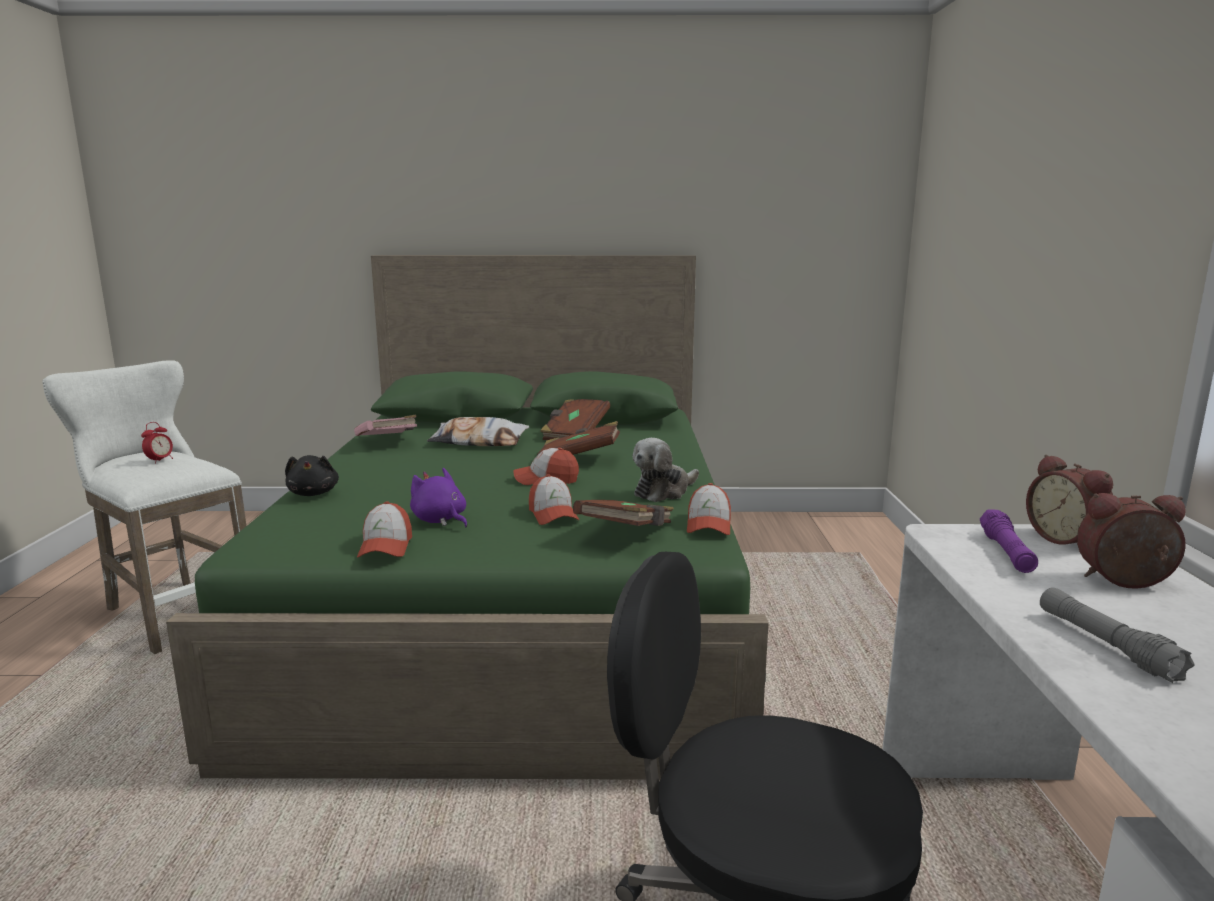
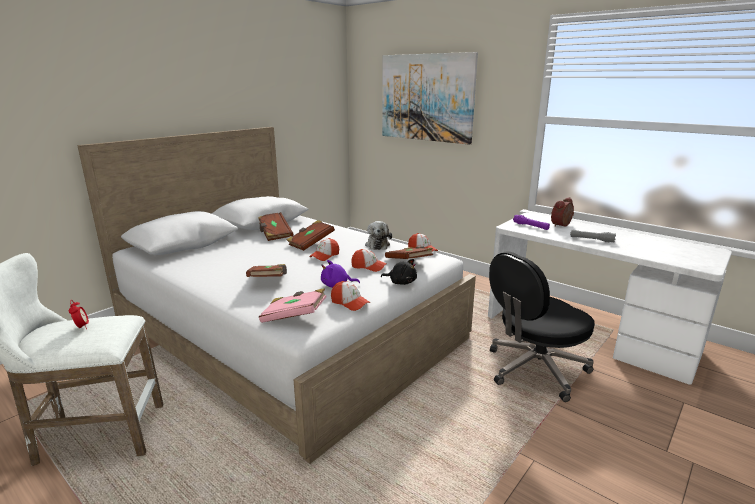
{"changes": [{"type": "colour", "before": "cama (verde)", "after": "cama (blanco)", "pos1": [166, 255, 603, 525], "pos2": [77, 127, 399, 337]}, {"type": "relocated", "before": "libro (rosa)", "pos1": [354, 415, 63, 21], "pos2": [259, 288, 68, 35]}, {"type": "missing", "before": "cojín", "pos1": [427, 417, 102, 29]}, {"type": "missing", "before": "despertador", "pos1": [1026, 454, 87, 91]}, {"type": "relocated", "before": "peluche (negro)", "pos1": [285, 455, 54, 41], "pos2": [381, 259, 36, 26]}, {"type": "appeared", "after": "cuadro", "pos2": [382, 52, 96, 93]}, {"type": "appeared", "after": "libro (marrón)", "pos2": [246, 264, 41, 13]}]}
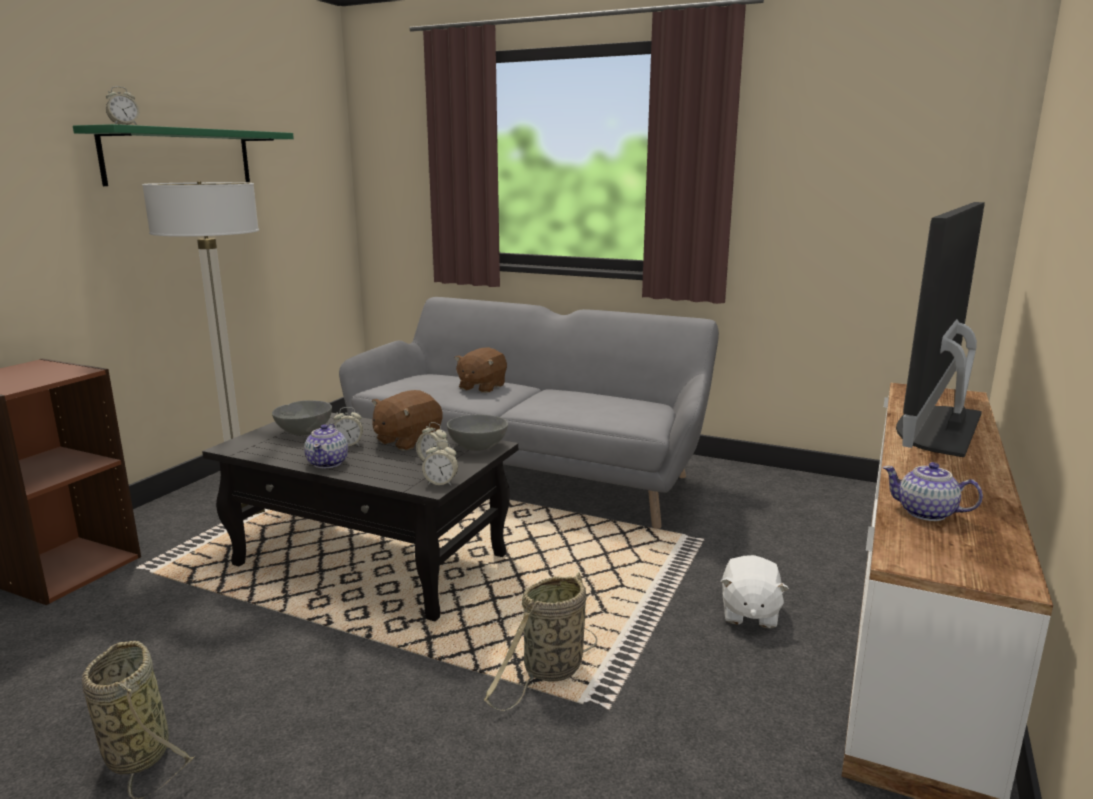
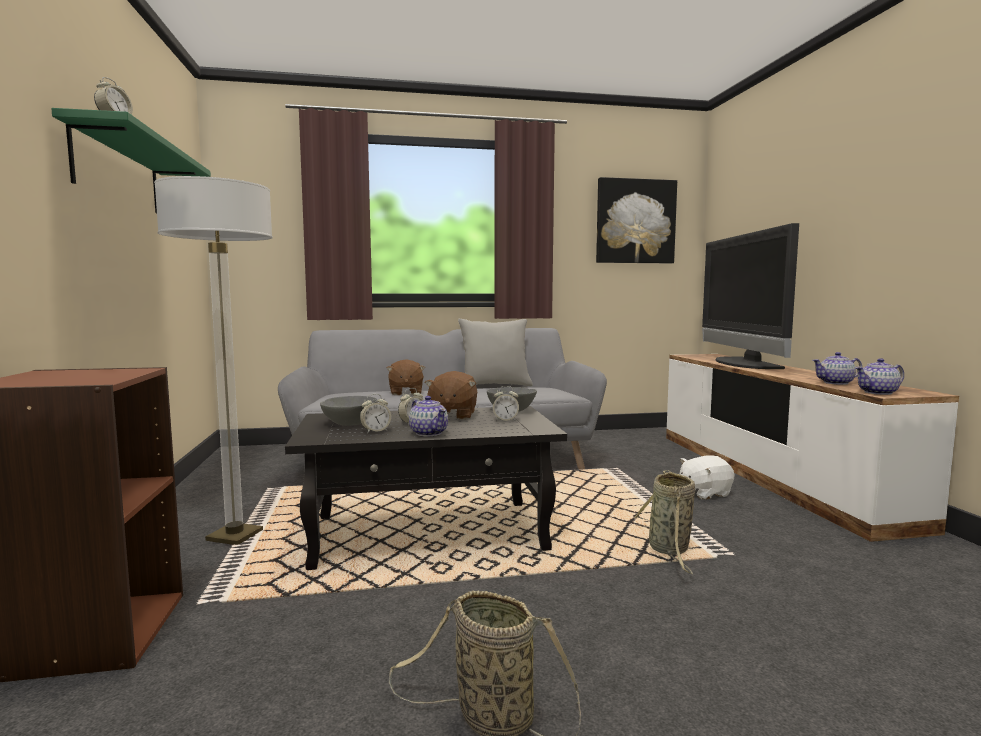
{"changes": [{"type": "relocated", "before": "despertador", "pos1": [422, 440, 36, 45], "pos2": [360, 394, 31, 40]}, {"type": "spun", "before": "peluche (blanco)", "pos1": [721, 555, 68, 73], "pos2": [680, 455, 54, 45], "turn": 90}, {"type": "appeared", "after": "cuadro", "pos2": [596, 177, 81, 87]}, {"type": "appeared", "after": "cojín (gris)", "pos2": [458, 319, 75, 67]}, {"type": "appeared", "after": "tetera", "pos2": [855, 358, 49, 37]}]}
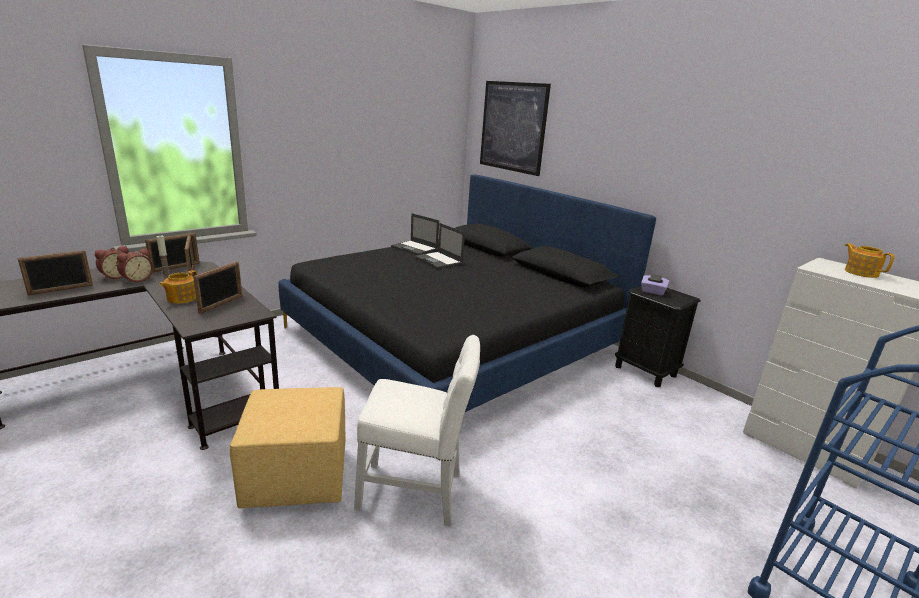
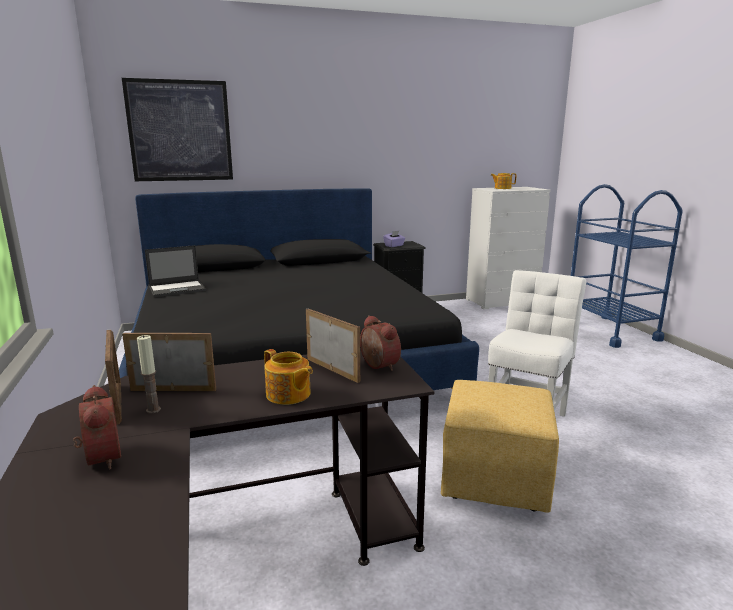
{"changes": [{"type": "missing", "before": "portátil", "pos1": [414, 223, 51, 46]}, {"type": "relocated", "before": "despertador", "pos1": [117, 248, 36, 35], "pos2": [360, 315, 41, 56]}, {"type": "missing", "before": "portarretratos", "pos1": [17, 250, 76, 45]}]}
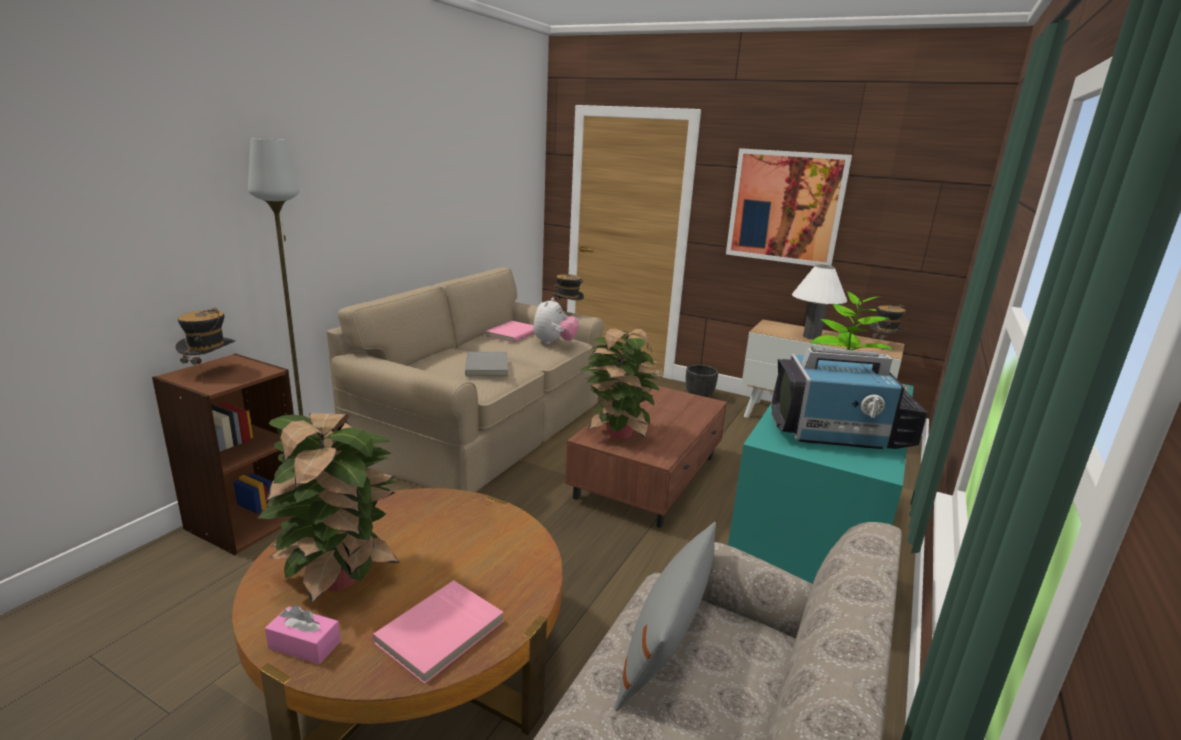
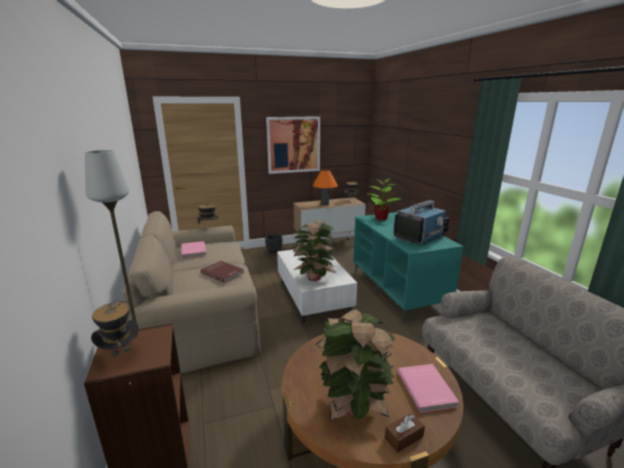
{"changes": [{"type": "colour", "before": "lámpara de mesa (blanco)", "after": "lámpara de mesa (naranja)", "pos1": [792, 265, 55, 75], "pos2": [313, 170, 25, 36]}, {"type": "missing", "before": "peluche", "pos1": [533, 298, 46, 47]}, {"type": "colour", "before": "libro (gris)", "after": "libro (rojo)", "pos1": [465, 352, 43, 24], "pos2": [201, 261, 43, 22]}, {"type": "colour", "before": "mesa de centro (marrón)", "after": "mesa de centro (blanco)", "pos1": [565, 386, 162, 142], "pos2": [277, 249, 80, 73]}, {"type": "missing", "before": "cojín (gris)", "pos1": [614, 522, 102, 189]}, {"type": "colour", "before": "caja de pañuelos (rosa)", "after": "caja de pañuelos (marrón)", "pos1": [265, 605, 76, 59], "pos2": [385, 413, 40, 40]}]}
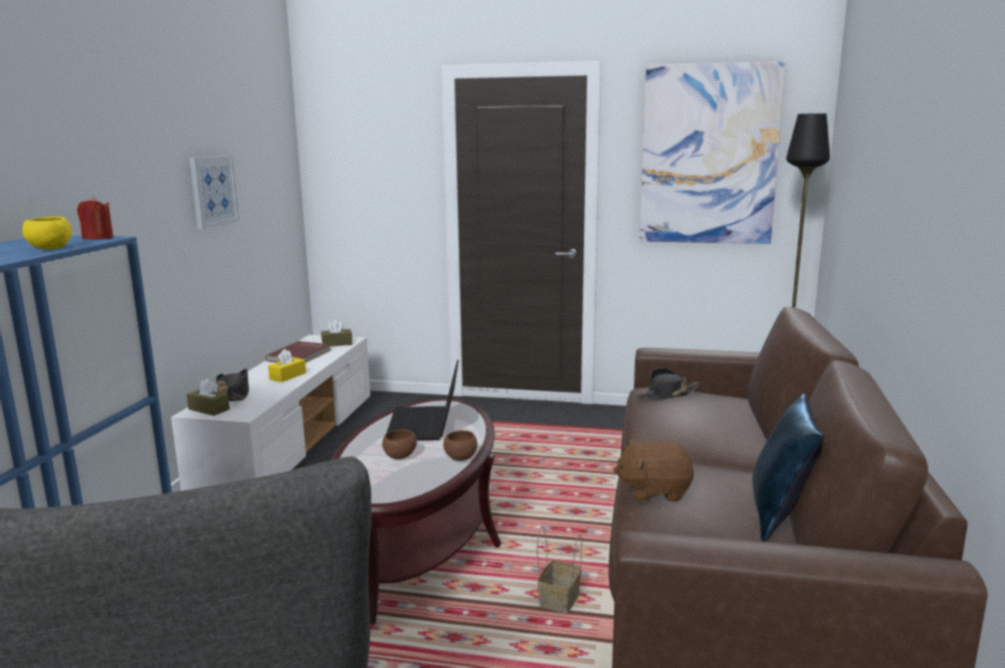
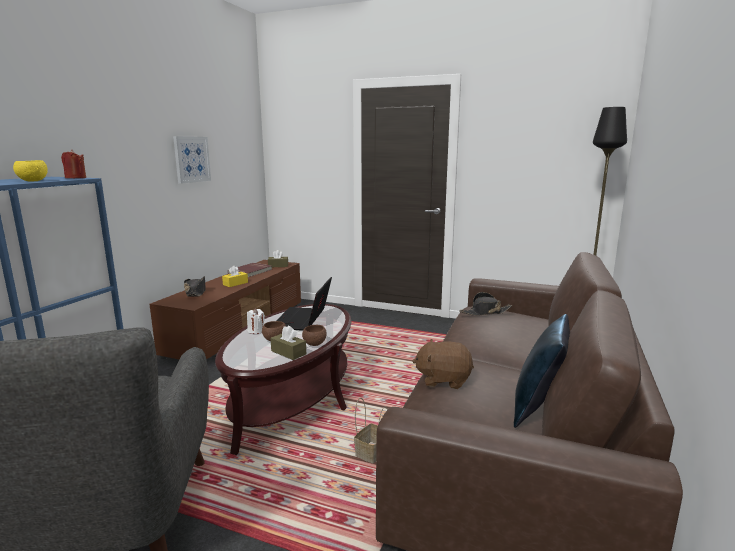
{"changes": [{"type": "missing", "before": "cuadro", "pos1": [639, 61, 147, 183]}, {"type": "colour", "before": "mueble de televisión (blanco)", "after": "mueble de televisión (marrón)", "pos1": [171, 335, 199, 156], "pos2": [149, 260, 152, 100]}, {"type": "relocated", "before": "caja de pañuelos (marrón)", "pos1": [187, 379, 43, 37], "pos2": [271, 326, 35, 34]}, {"type": "appeared", "after": "vela (blanco)", "pos2": [247, 308, 18, 26]}]}
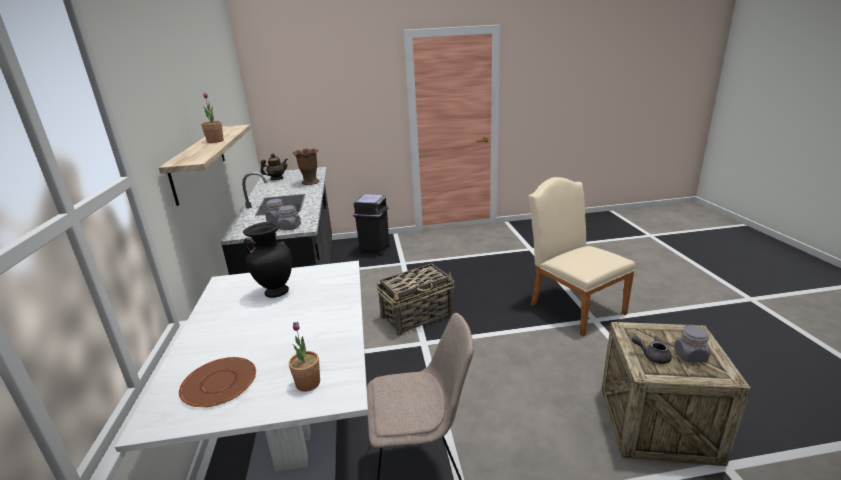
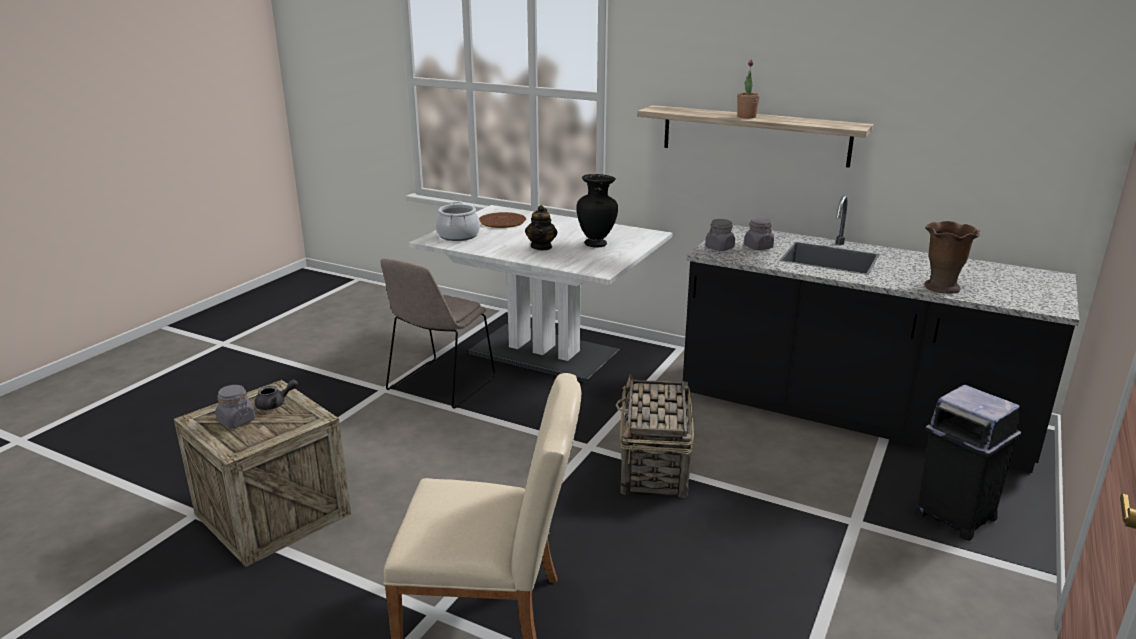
{"changes": [{"type": "relocated", "before": "tetera", "pos1": [260, 153, 28, 27], "pos2": [525, 205, 32, 45]}, {"type": "exchanged", "before": "planta en maceta", "after": "olla", "pos1": [289, 322, 31, 70], "pos2": [435, 202, 45, 39]}]}
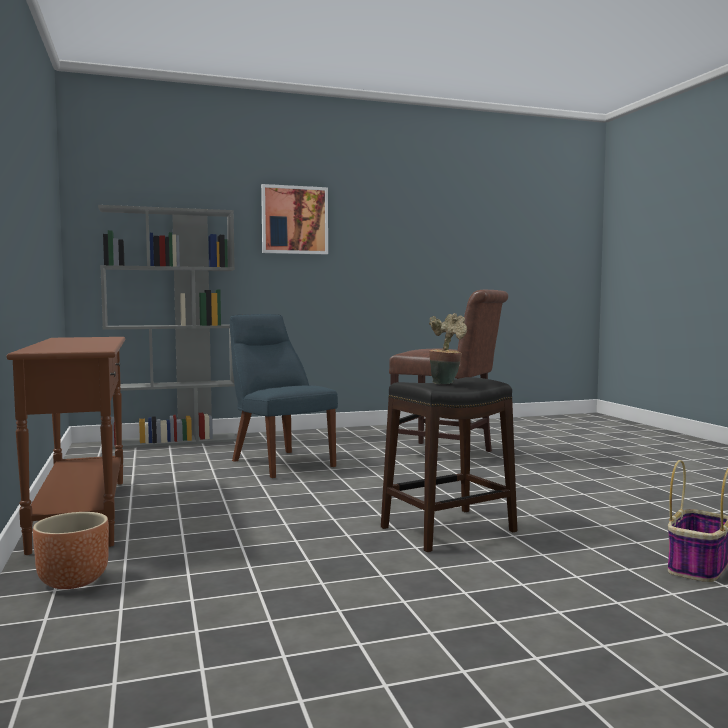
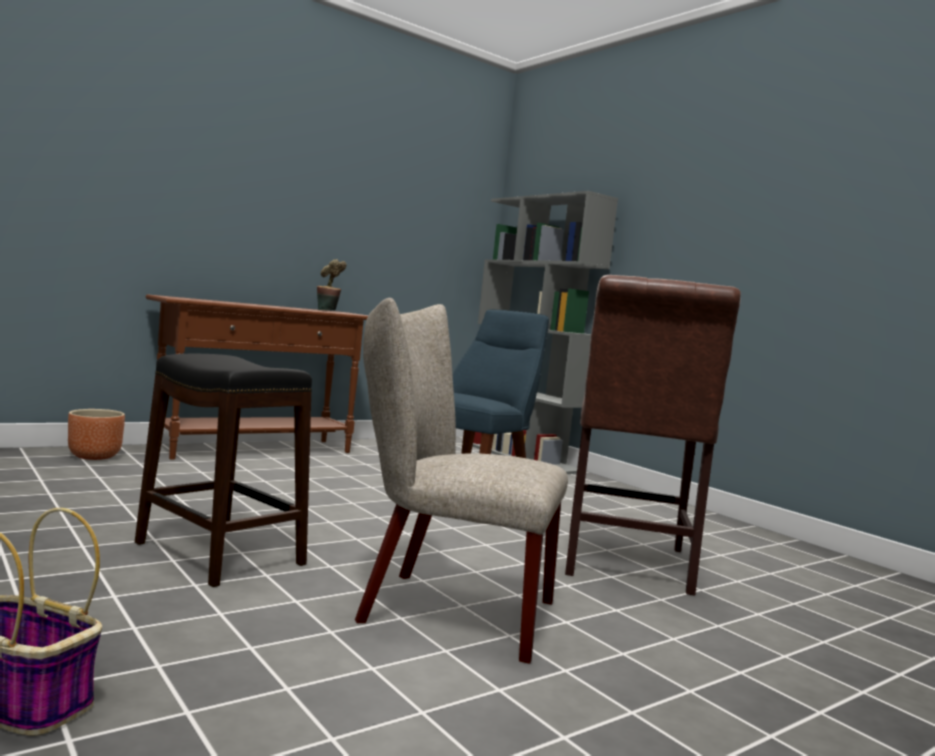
{"changes": [{"type": "missing", "before": "cuadro", "pos1": [261, 184, 67, 70]}, {"type": "relocated", "before": "planta en maceta", "pos1": [429, 313, 38, 71], "pos2": [317, 259, 29, 51]}, {"type": "appeared", "after": "silla (beis)", "pos2": [355, 298, 213, 366]}]}
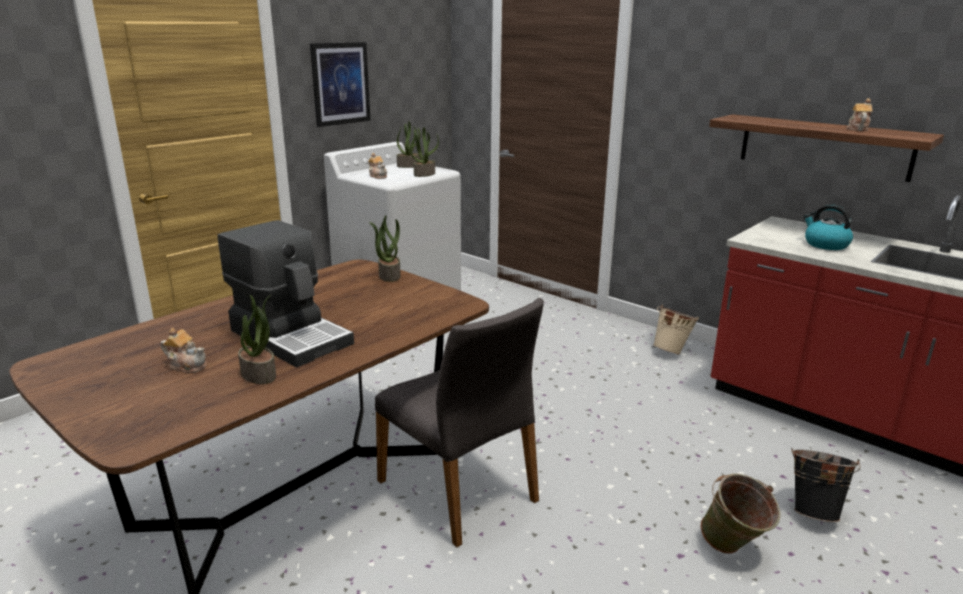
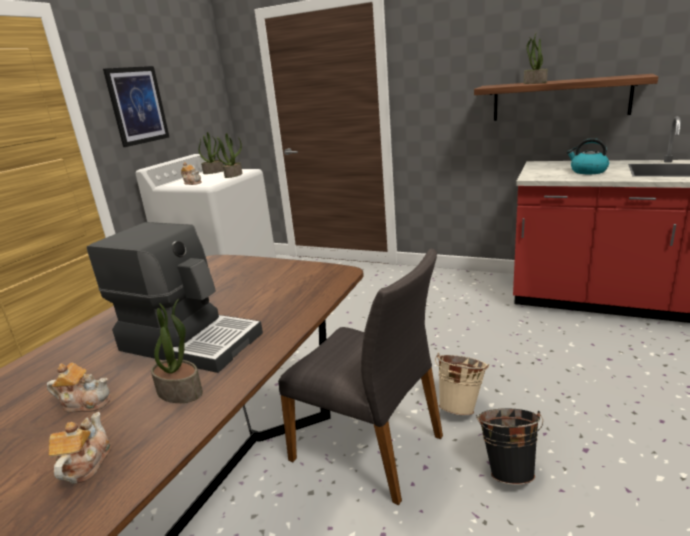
{"changes": [{"type": "relocated", "before": "tetera", "pos1": [846, 98, 27, 33], "pos2": [49, 412, 62, 72]}, {"type": "relocated", "before": "planta en maceta", "pos1": [369, 215, 32, 67], "pos2": [524, 33, 24, 51]}, {"type": "relocated", "before": "cubo (beis)", "pos1": [653, 304, 46, 51], "pos2": [435, 353, 54, 63]}, {"type": "relocated", "before": "cubo (negro)", "pos1": [791, 448, 70, 74], "pos2": [476, 408, 67, 77]}, {"type": "missing", "before": "cubo (verde)", "pos1": [700, 474, 80, 80]}]}
